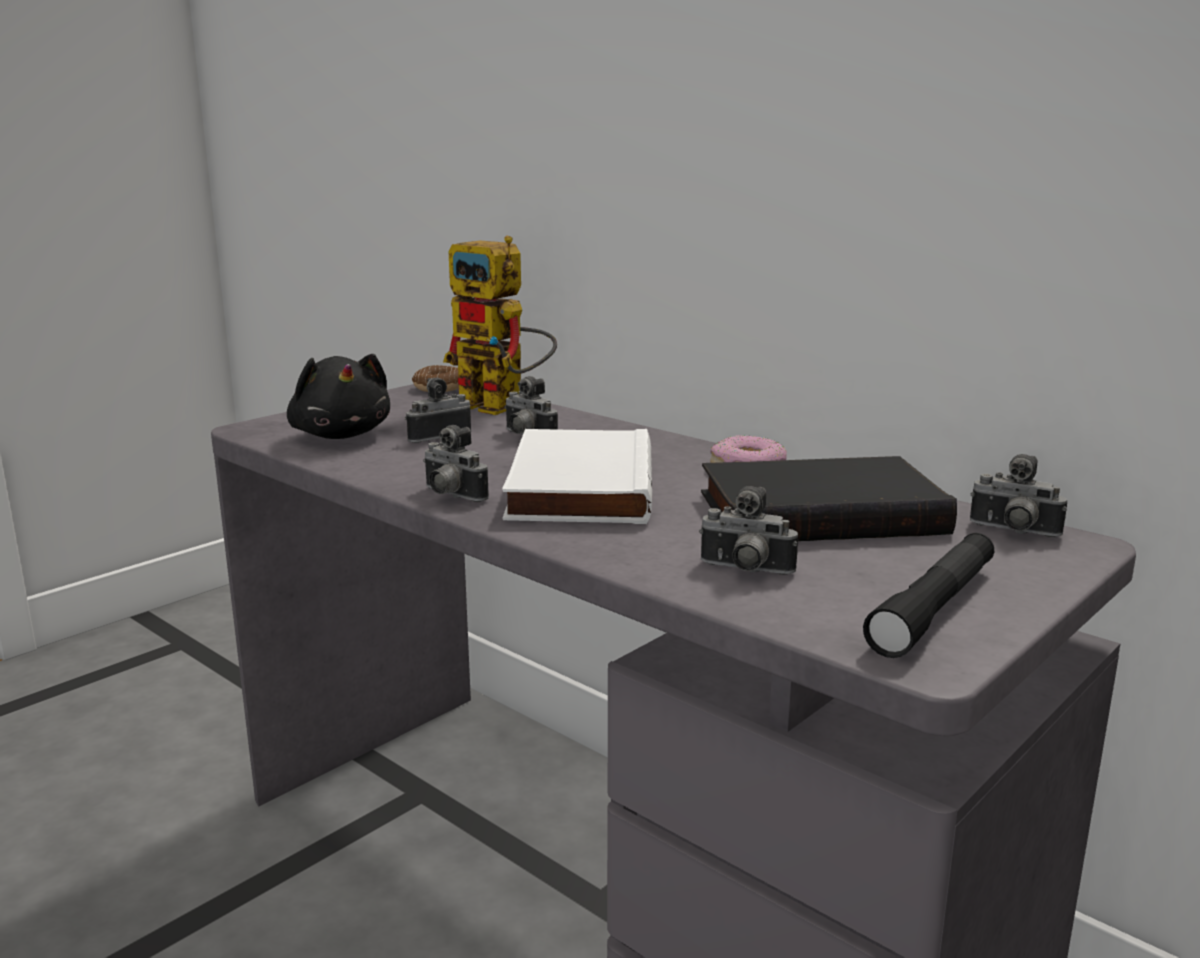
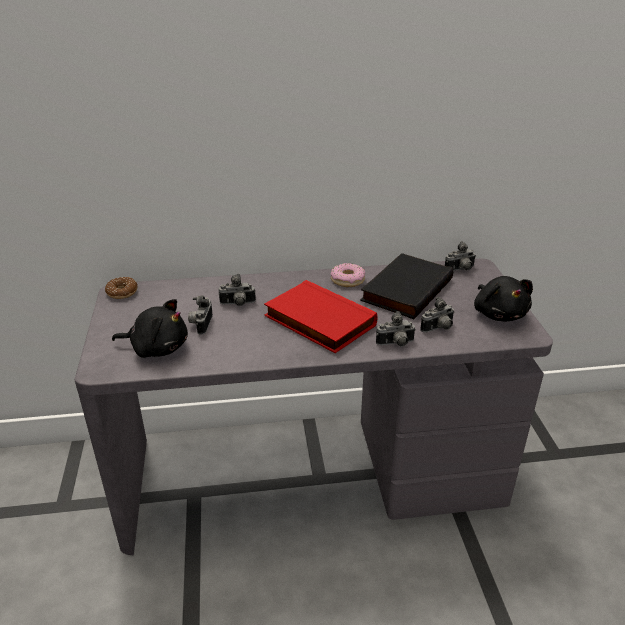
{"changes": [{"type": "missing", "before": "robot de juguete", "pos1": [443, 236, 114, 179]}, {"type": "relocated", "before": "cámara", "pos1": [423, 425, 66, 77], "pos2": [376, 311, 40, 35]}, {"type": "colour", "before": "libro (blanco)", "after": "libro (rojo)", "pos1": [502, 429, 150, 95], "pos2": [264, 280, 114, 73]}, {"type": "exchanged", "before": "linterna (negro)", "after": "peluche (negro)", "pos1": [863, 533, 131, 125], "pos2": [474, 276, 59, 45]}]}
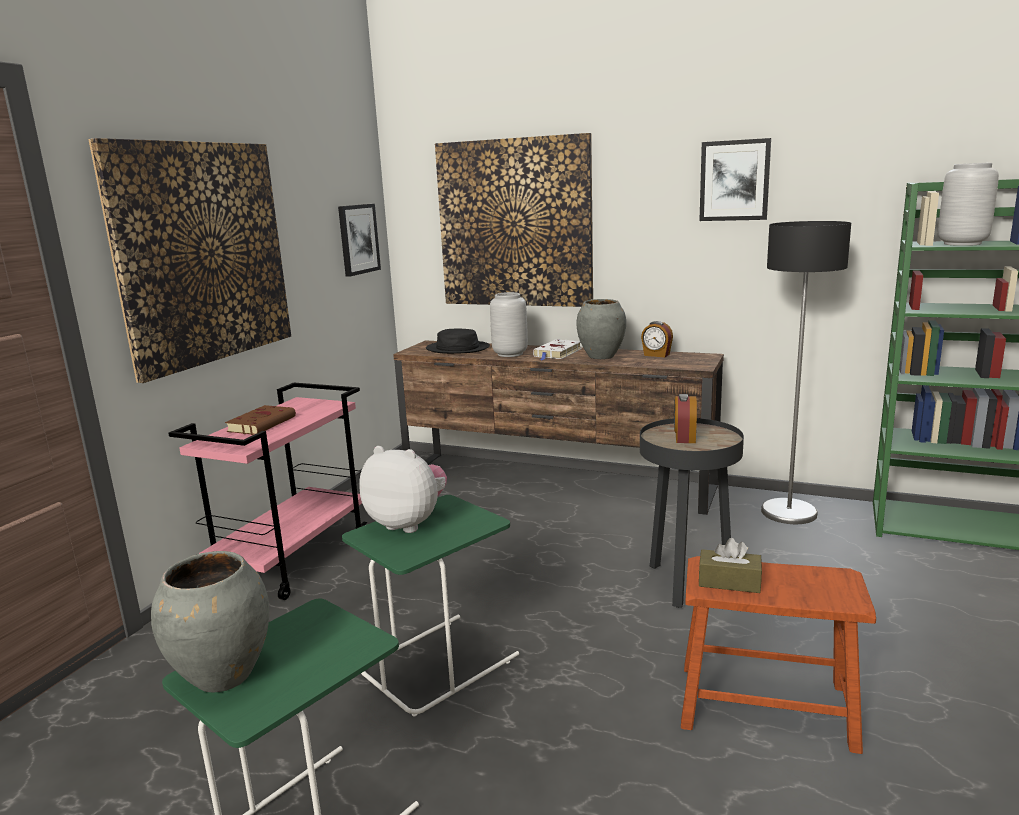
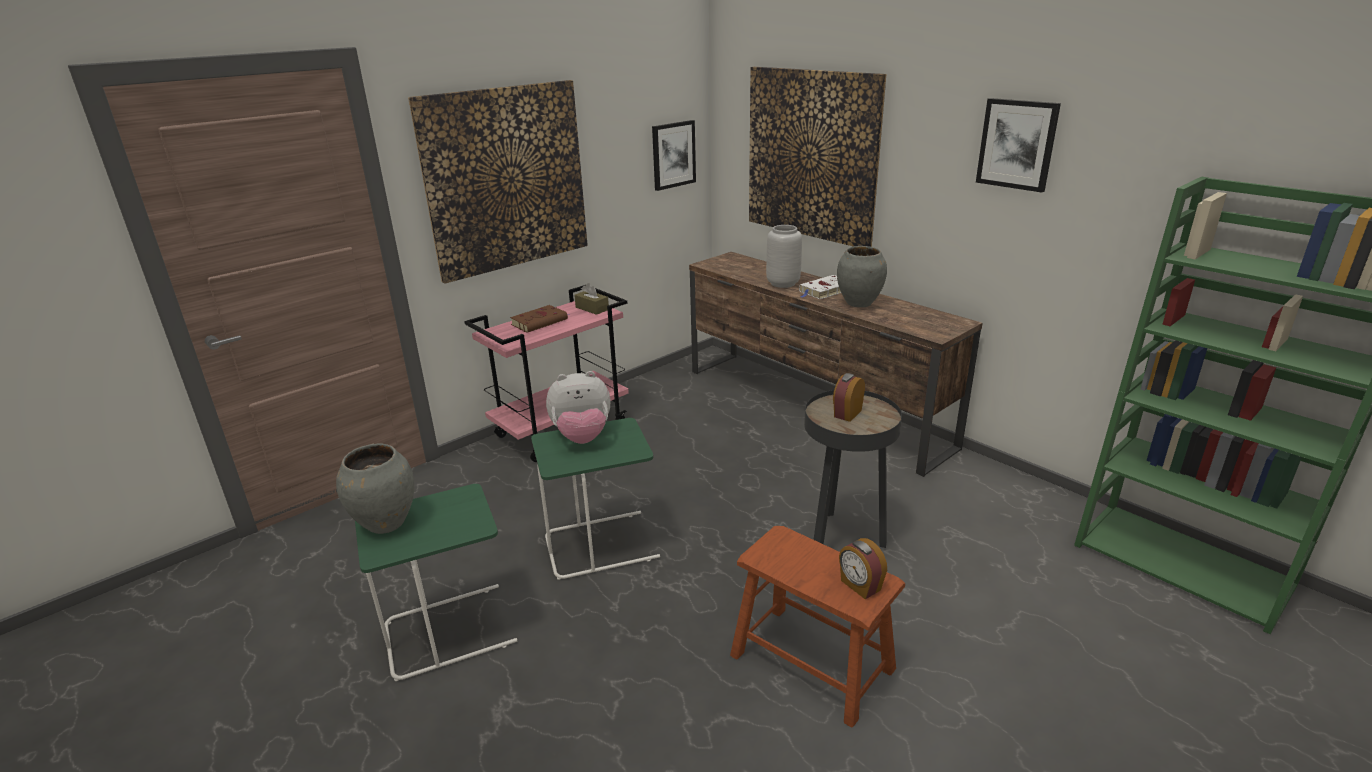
{"changes": [{"type": "missing", "before": "florero (gris)", "pos1": [938, 163, 61, 83]}, {"type": "missing", "before": "lámpara de pie", "pos1": [761, 221, 90, 303]}, {"type": "relocated", "before": "despertador", "pos1": [641, 321, 32, 36], "pos2": [839, 538, 48, 61]}, {"type": "missing", "before": "sombrero (negro)", "pos1": [426, 329, 64, 25]}, {"type": "spun", "before": "peluche", "pos1": [359, 446, 88, 87], "pos2": [546, 371, 64, 73], "turn": 120}, {"type": "relocated", "before": "caja de pañuelos (marrón)", "pos1": [699, 538, 63, 55], "pos2": [574, 283, 35, 32]}]}
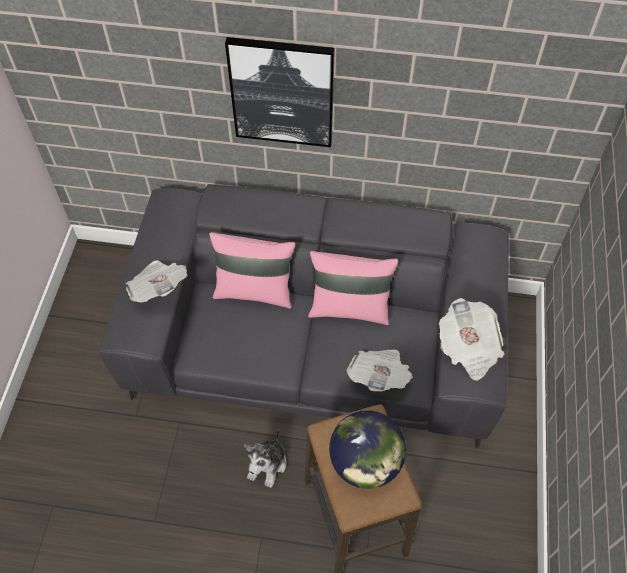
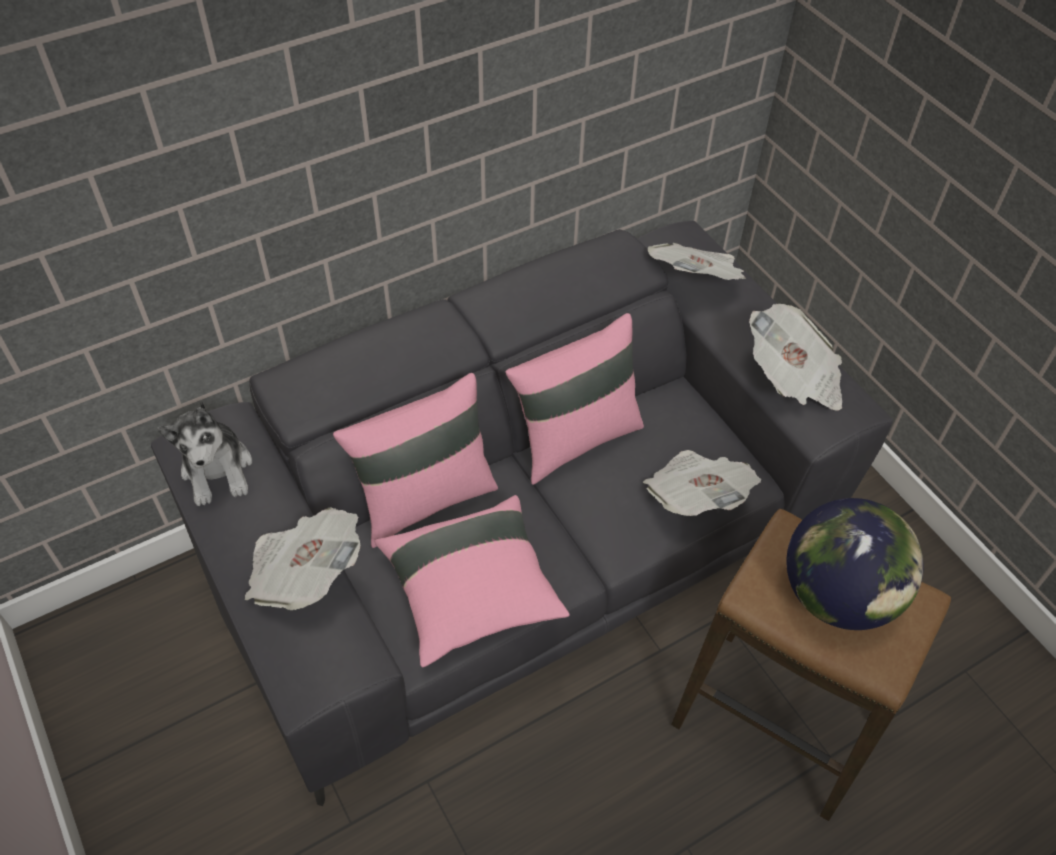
{"changes": [{"type": "missing", "before": "cuadro", "pos1": [225, 37, 110, 110]}, {"type": "relocated", "before": "peluche", "pos1": [244, 429, 42, 59], "pos2": [157, 399, 95, 107]}, {"type": "appeared", "after": "periódico", "pos2": [647, 243, 99, 37]}, {"type": "appeared", "after": "cojín (rosa)", "pos2": [375, 495, 195, 172]}]}
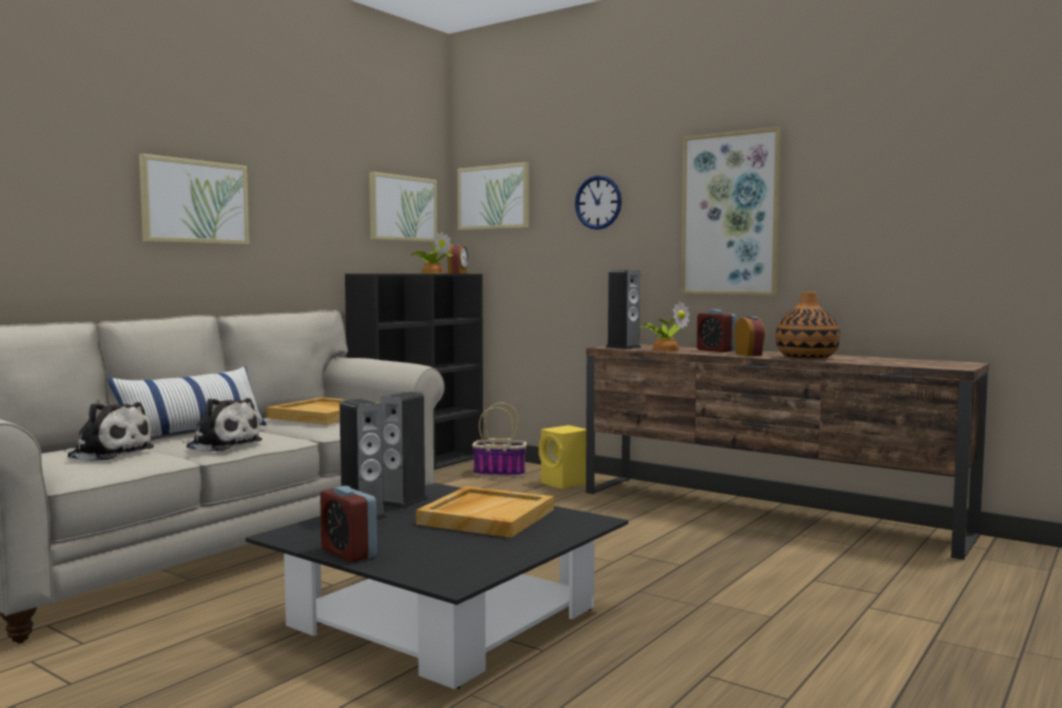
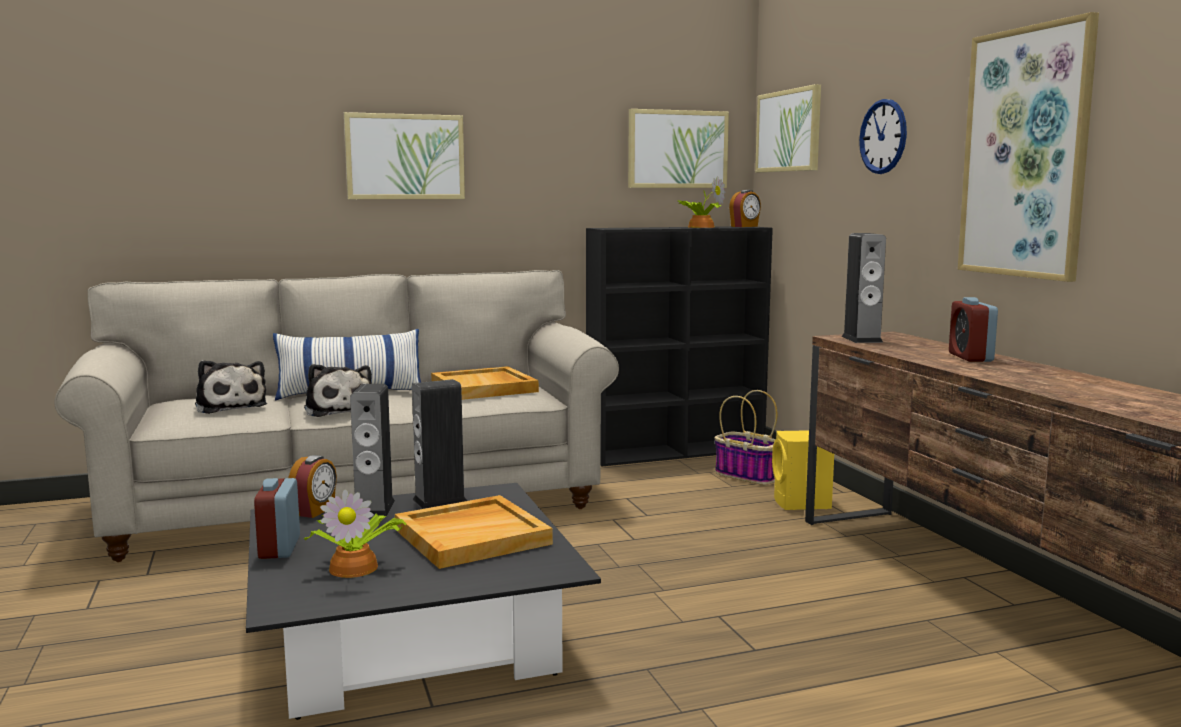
{"changes": [{"type": "missing", "before": "florero", "pos1": [776, 291, 64, 67]}, {"type": "relocated", "before": "planta en maceta", "pos1": [638, 300, 52, 51], "pos2": [304, 489, 103, 89]}, {"type": "relocated", "before": "despertador", "pos1": [734, 316, 31, 40], "pos2": [288, 455, 49, 63]}]}
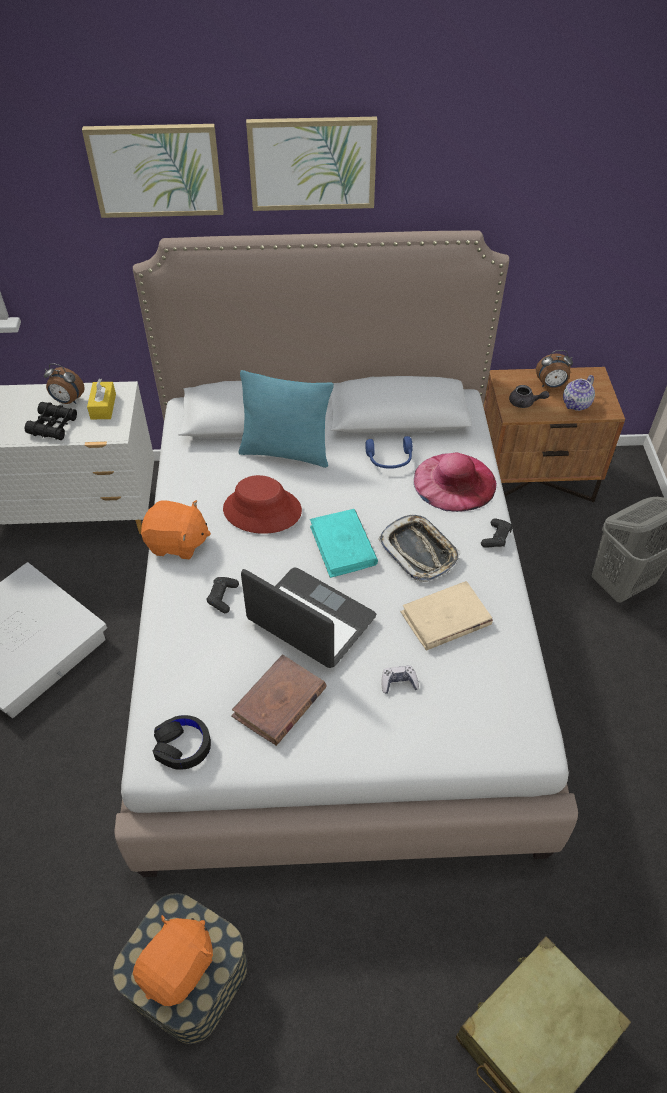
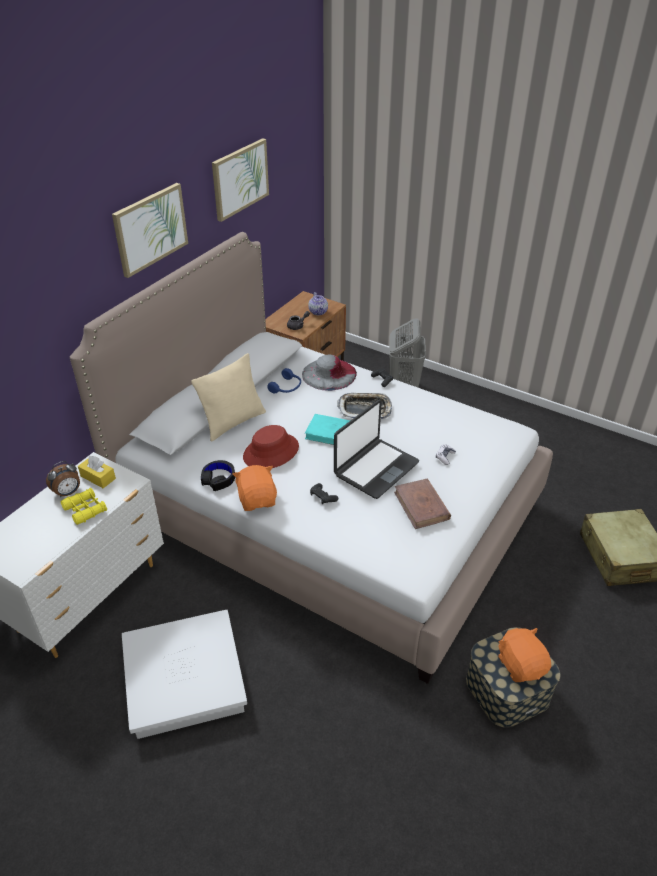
{"changes": [{"type": "relocated", "before": "cuadro", "pos1": [82, 124, 142, 94], "pos2": [212, 138, 57, 84]}, {"type": "missing", "before": "despertador", "pos1": [536, 350, 37, 38]}, {"type": "colour", "before": "cojín (turquesa)", "after": "cojín (beis)", "pos1": [239, 370, 95, 98], "pos2": [191, 353, 75, 89]}, {"type": "colour", "before": "prismáticos (negro)", "after": "prismáticos (amarillo)", "pos1": [25, 402, 52, 38], "pos2": [61, 488, 46, 37]}, {"type": "colour", "before": "sombrero (rosa)", "after": "sombrero (gris)", "pos1": [414, 453, 83, 59], "pos2": [302, 354, 55, 37]}, {"type": "spun", "before": "peluche (naranja)", "pos1": [141, 500, 70, 59], "pos2": [233, 465, 44, 46], "turn": -60}, {"type": "spun", "before": "portátil", "pos1": [241, 567, 135, 101], "pos2": [334, 400, 85, 99], "turn": 150}, {"type": "missing", "before": "libro (beis)", "pos1": [400, 581, 93, 70]}, {"type": "relocated", "before": "auriculares (negro)", "pos1": [153, 715, 58, 55], "pos2": [201, 460, 34, 31]}]}
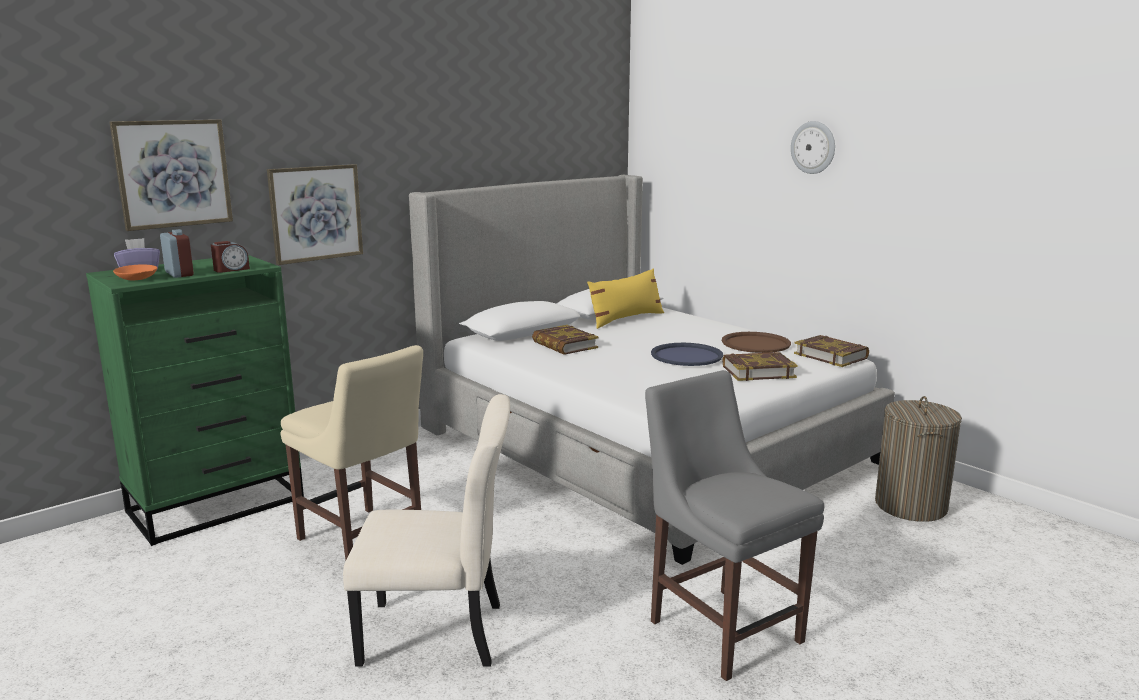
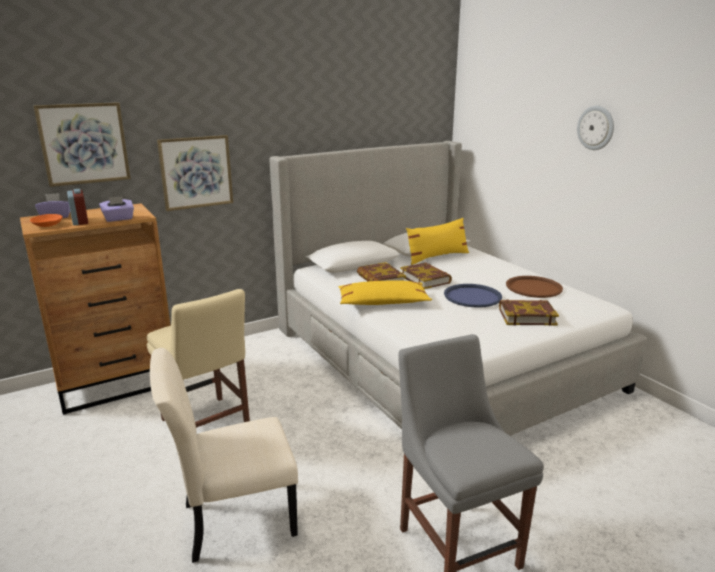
{"changes": [{"type": "exchanged", "before": "despertador", "after": "caja de pañuelos (morado)", "pos1": [211, 241, 39, 32], "pos2": [99, 196, 35, 26]}, {"type": "colour", "before": "cómoda (verde)", "after": "cómoda (marrón)", "pos1": [86, 255, 218, 291], "pos2": [20, 203, 151, 212]}, {"type": "relocated", "before": "libro", "pos1": [794, 335, 75, 32], "pos2": [400, 263, 52, 26]}, {"type": "spun", "before": "silla (beis)", "pos1": [343, 394, 167, 273], "pos2": [150, 348, 148, 215], "turn": 150}, {"type": "missing", "before": "cesto de la ropa", "pos1": [875, 396, 87, 126]}, {"type": "appeared", "after": "cojín (amarillo)", "pos2": [339, 280, 93, 25]}]}
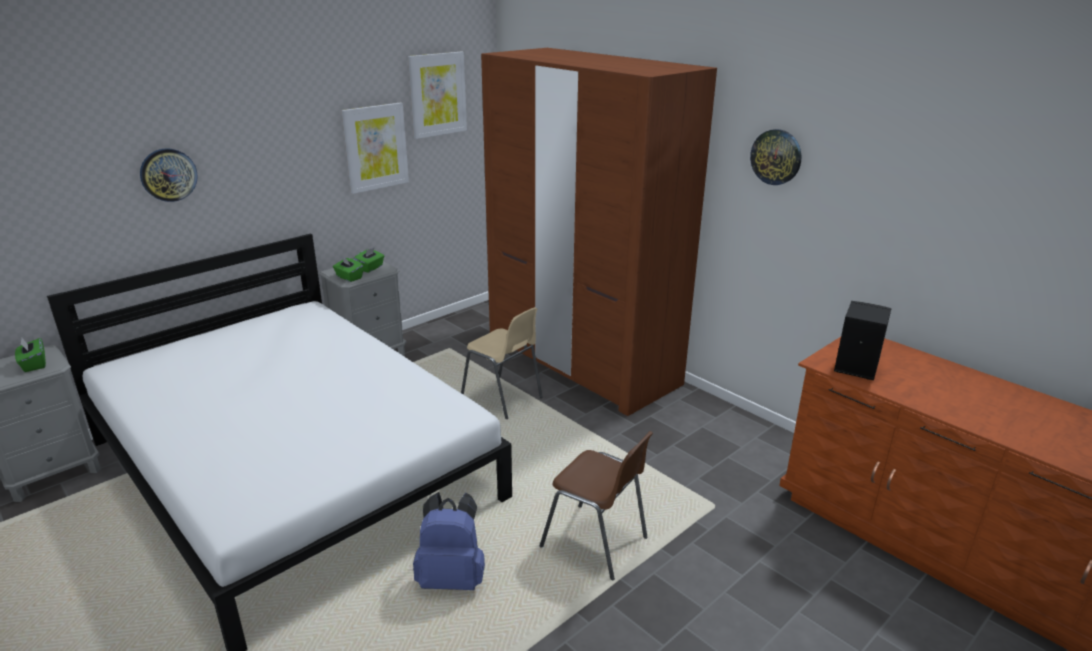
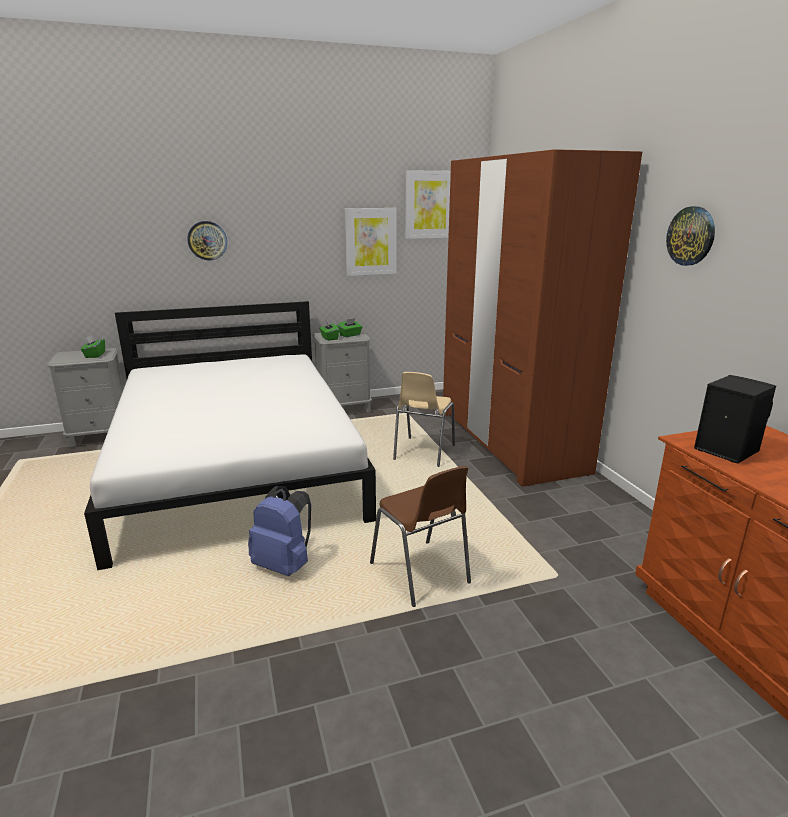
{"changes": [{"type": "spun", "before": "silla (beis)", "pos1": [461, 307, 82, 112], "pos2": [393, 372, 62, 95], "turn": 45}]}
